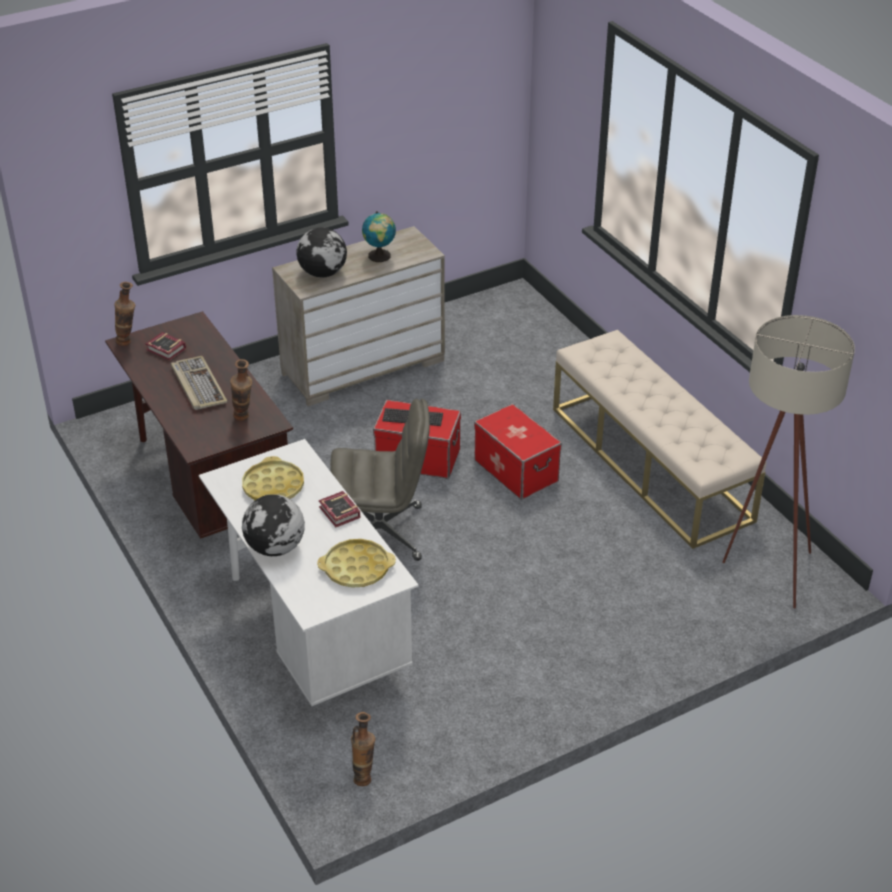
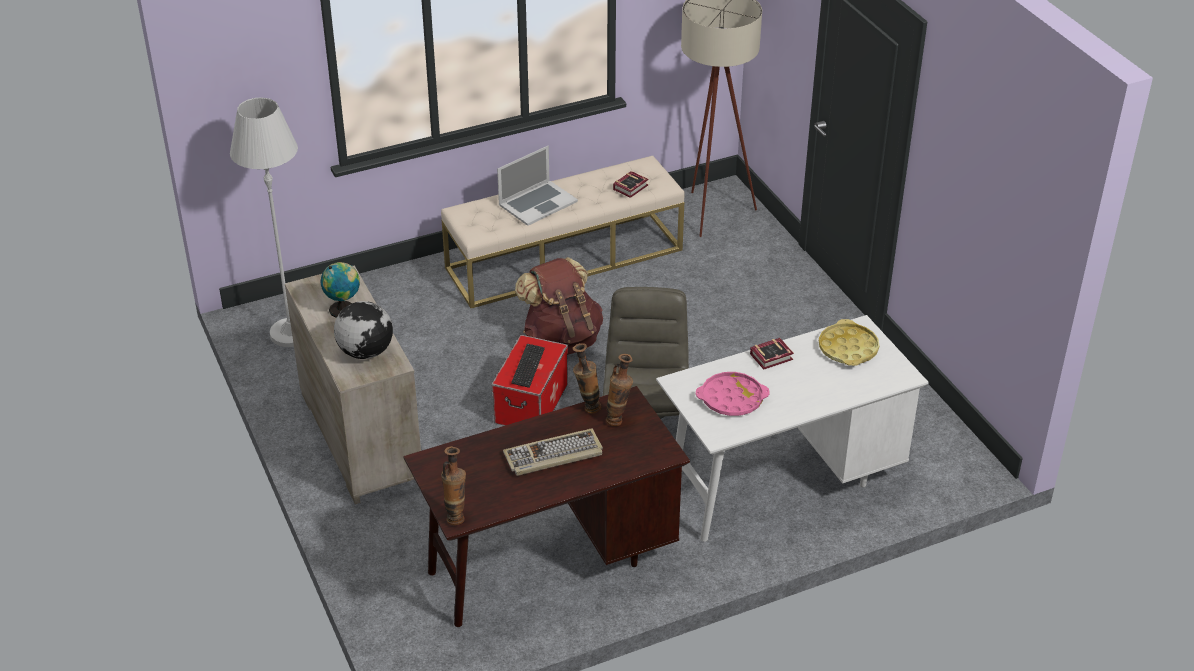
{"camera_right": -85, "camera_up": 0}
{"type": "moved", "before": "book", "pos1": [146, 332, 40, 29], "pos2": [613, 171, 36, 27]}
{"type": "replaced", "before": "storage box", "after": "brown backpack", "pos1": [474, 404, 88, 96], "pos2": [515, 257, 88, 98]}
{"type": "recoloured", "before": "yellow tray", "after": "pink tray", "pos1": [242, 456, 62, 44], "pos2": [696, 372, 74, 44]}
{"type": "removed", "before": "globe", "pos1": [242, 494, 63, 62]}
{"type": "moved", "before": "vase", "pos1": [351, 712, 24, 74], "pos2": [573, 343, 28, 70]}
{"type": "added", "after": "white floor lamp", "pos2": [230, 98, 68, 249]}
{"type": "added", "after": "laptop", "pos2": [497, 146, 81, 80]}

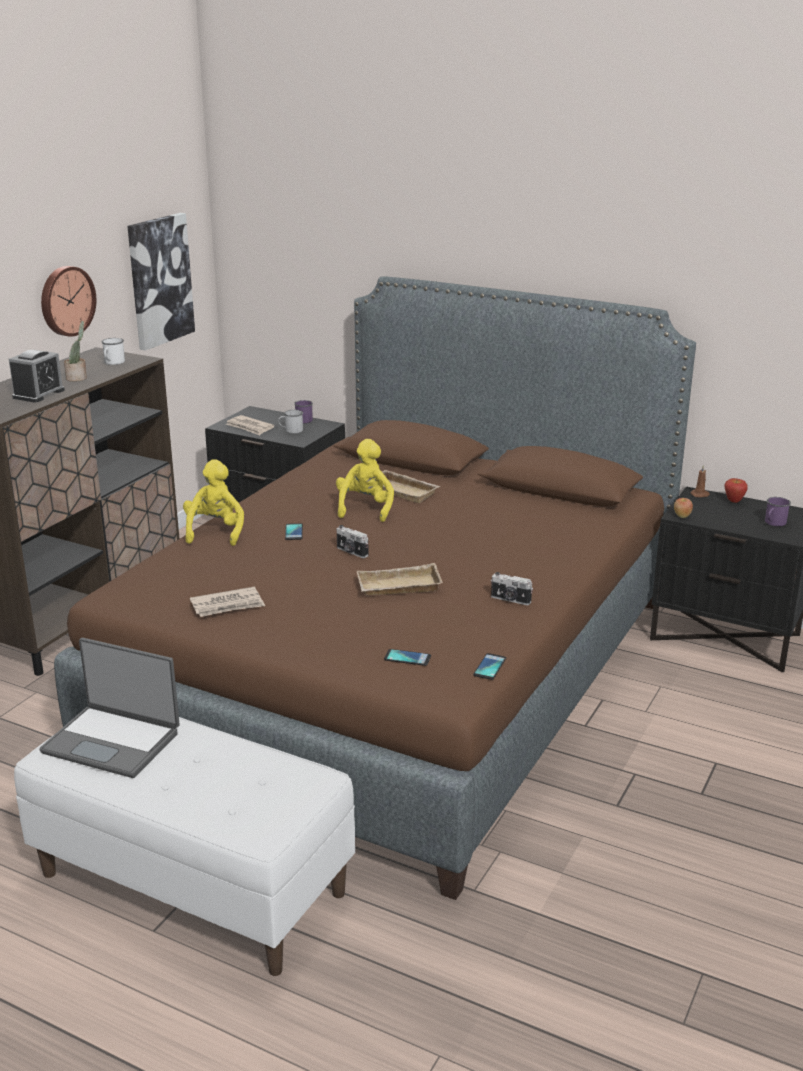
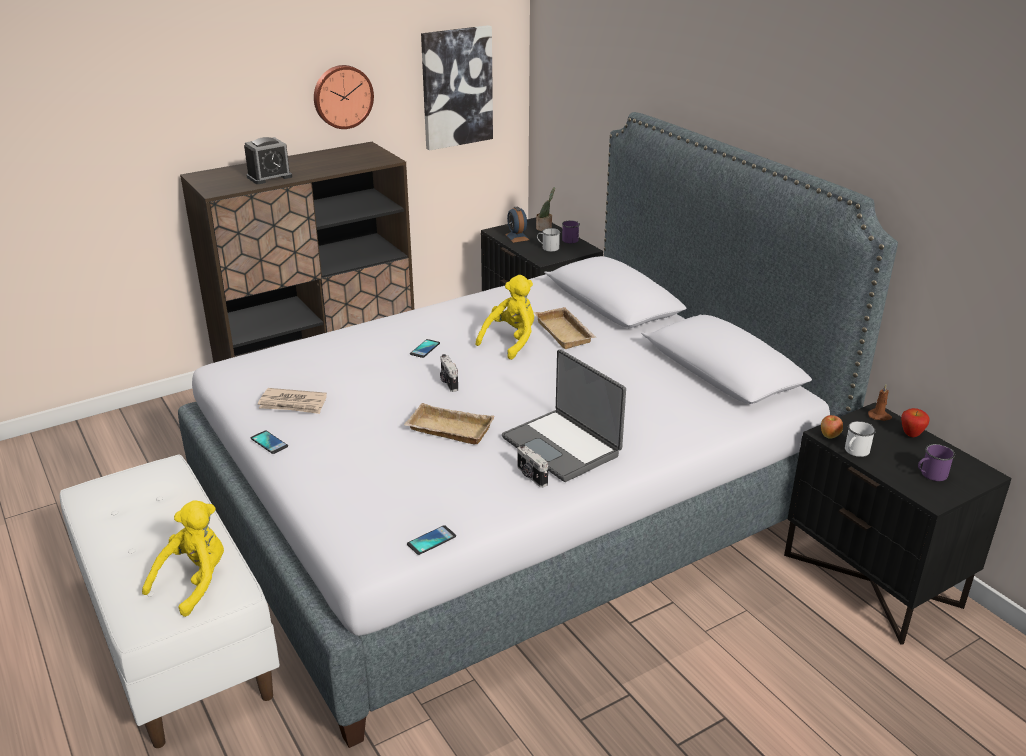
{"camera_right": 30, "camera_up": 5}
{"type": "recoloured", "before": "brown bed", "after": "grey bed", "pos1": [54, 277, 642, 623], "pos2": [178, 112, 720, 636]}
{"type": "moved", "before": "potted plant", "pos1": [64, 321, 23, 61], "pos2": [536, 187, 19, 44]}
{"type": "moved", "before": "white mug", "pos1": [101, 338, 24, 27], "pos2": [845, 421, 31, 36]}
{"type": "replaced", "before": "newspaper", "after": "alarm clock", "pos1": [226, 415, 48, 21], "pos2": [505, 207, 24, 36]}
{"type": "moved", "before": "yellow plush toy", "pos1": [183, 459, 61, 87], "pos2": [142, 501, 82, 116]}
{"type": "moved", "before": "laptop", "pos1": [40, 638, 140, 140], "pos2": [502, 349, 124, 133]}
{"type": "moved", "before": "phone", "pos1": [384, 649, 47, 17], "pos2": [251, 431, 37, 23]}

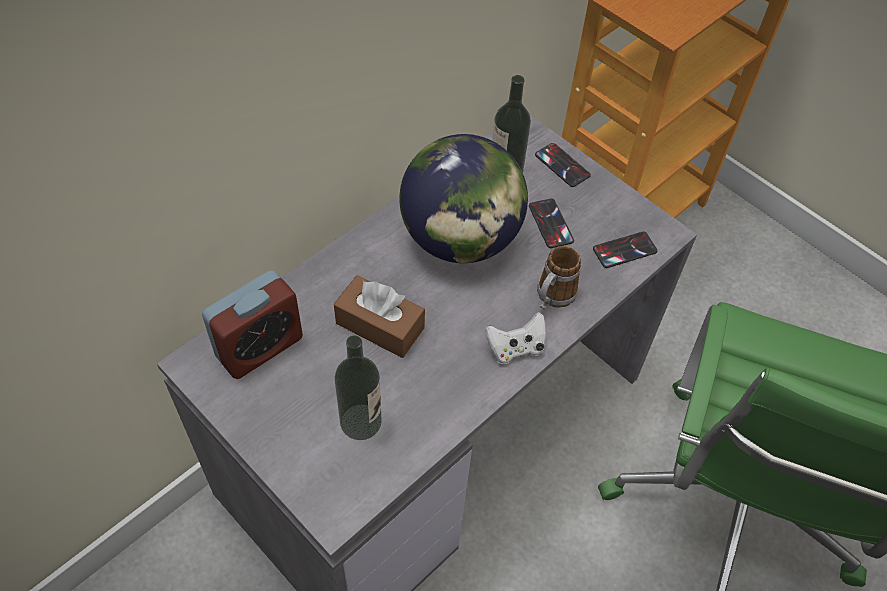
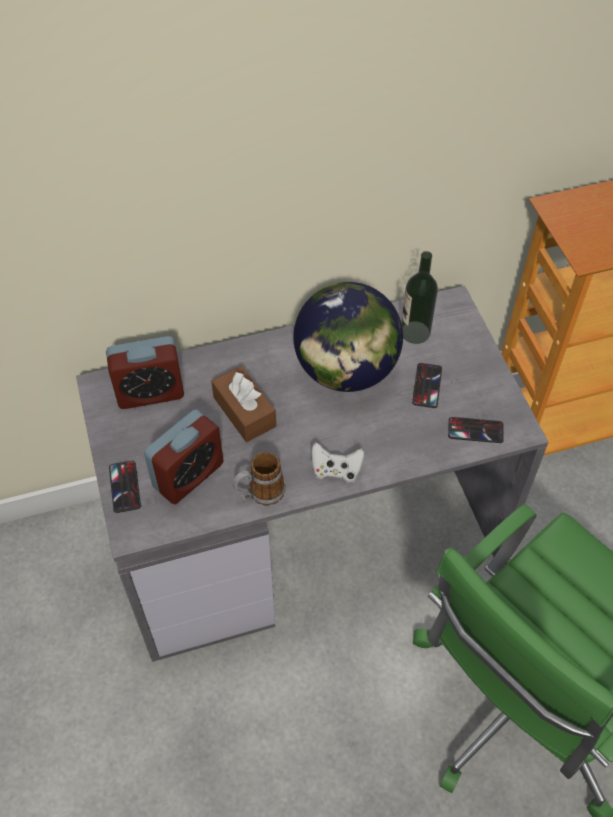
{"camera_right": 30, "camera_up": 0}
{"type": "moved", "before": "phone", "pos1": [535, 143, 56, 44], "pos2": [109, 461, 32, 52]}
{"type": "moved", "before": "mug", "pos1": [537, 246, 44, 64], "pos2": [233, 452, 52, 54]}
{"type": "replaced", "before": "bottle", "after": "alarm clock", "pos1": [335, 336, 47, 104], "pos2": [144, 409, 80, 95]}

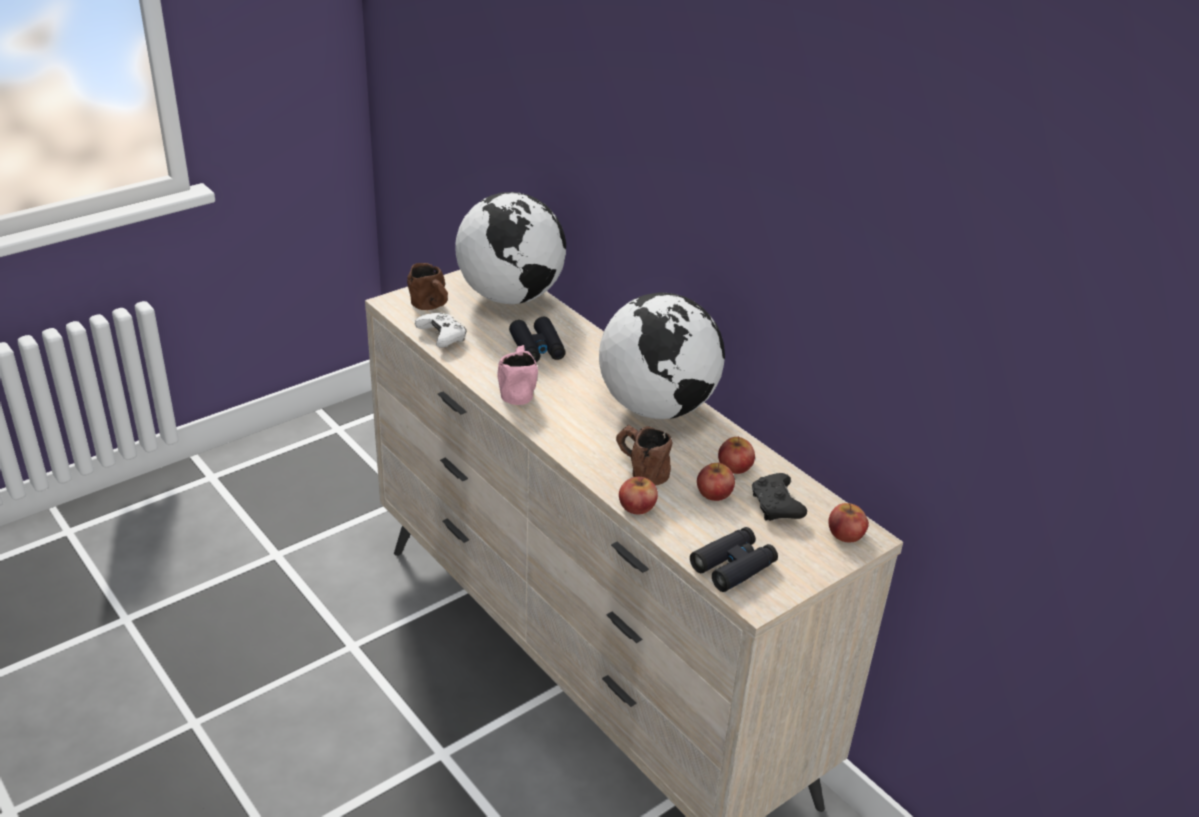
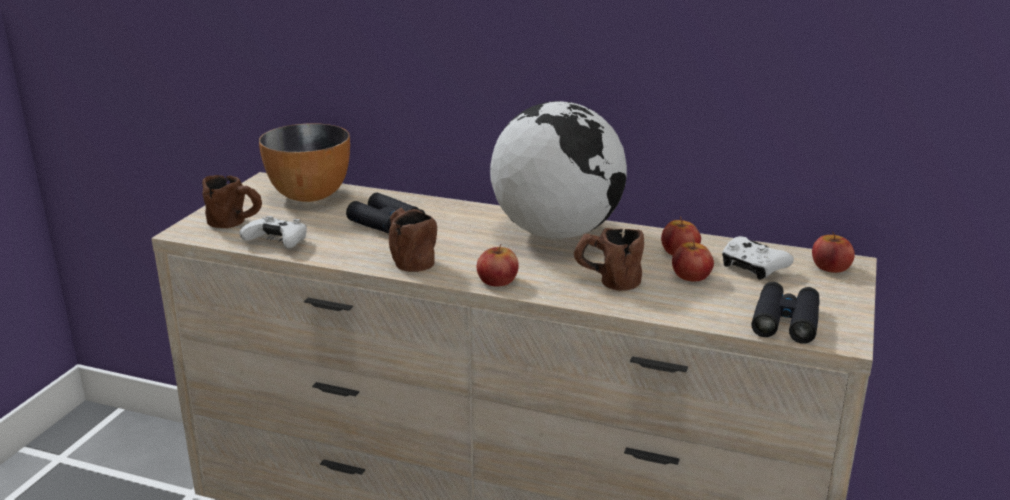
{"camera_right": -30, "camera_up": -10}
{"type": "replaced", "before": "globe", "after": "bowl", "pos1": [455, 192, 111, 112], "pos2": [259, 123, 91, 79]}
{"type": "recoloured", "before": "pink mug", "after": "brown mug", "pos1": [497, 345, 41, 60], "pos2": [389, 207, 48, 65]}
{"type": "recoloured", "before": "black game controller", "after": "white game controller", "pos1": [752, 473, 55, 48], "pos2": [722, 236, 72, 44]}
{"type": "moved", "before": "apple", "pos1": [619, 477, 39, 37], "pos2": [477, 244, 42, 42]}

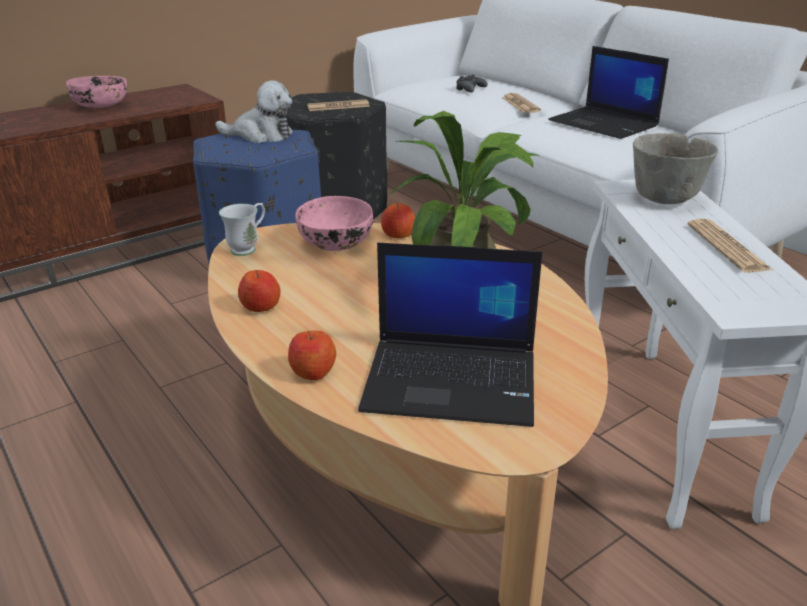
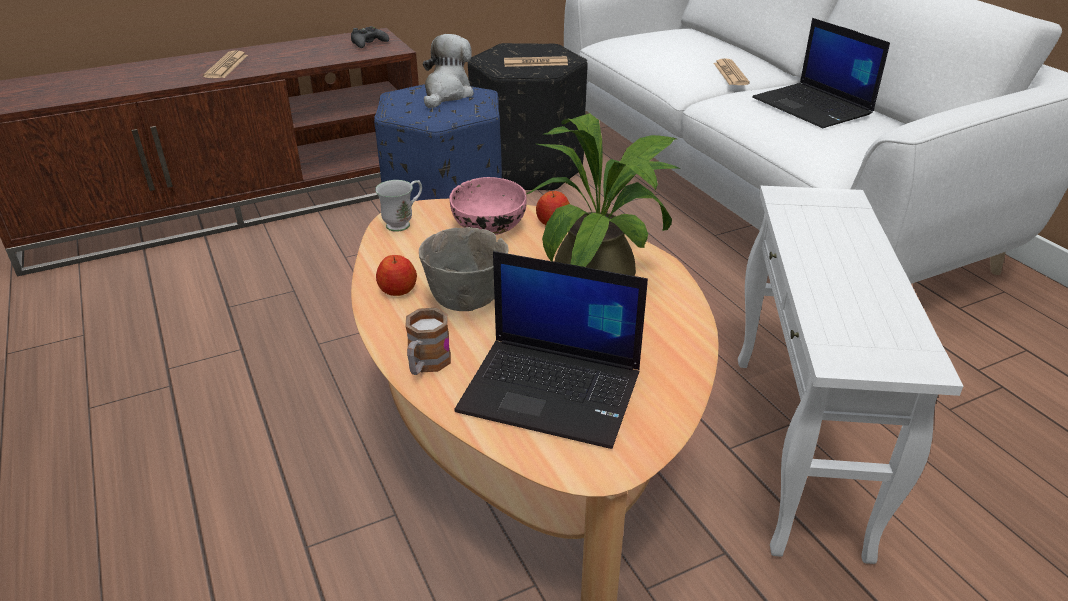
{"camera_right": 10, "camera_up": 5}
{"type": "moved", "before": "black game controller", "pos1": [456, 74, 32, 19], "pos2": [351, 26, 38, 22]}
{"type": "removed", "before": "pink bowl", "pos1": [66, 76, 61, 32]}
{"type": "turned", "before": "plush toy", "pos1": [215, 80, 78, 63], "pos2": [423, 34, 51, 74], "turn": -90}
{"type": "moved", "before": "grey bowl", "pos1": [633, 133, 85, 71], "pos2": [419, 227, 90, 84]}
{"type": "moved", "before": "newspaper", "pos1": [687, 219, 85, 54], "pos2": [203, 50, 45, 28]}
{"type": "replaced", "before": "apple", "after": "mug", "pos1": [288, 331, 48, 49], "pos2": [405, 308, 46, 67]}

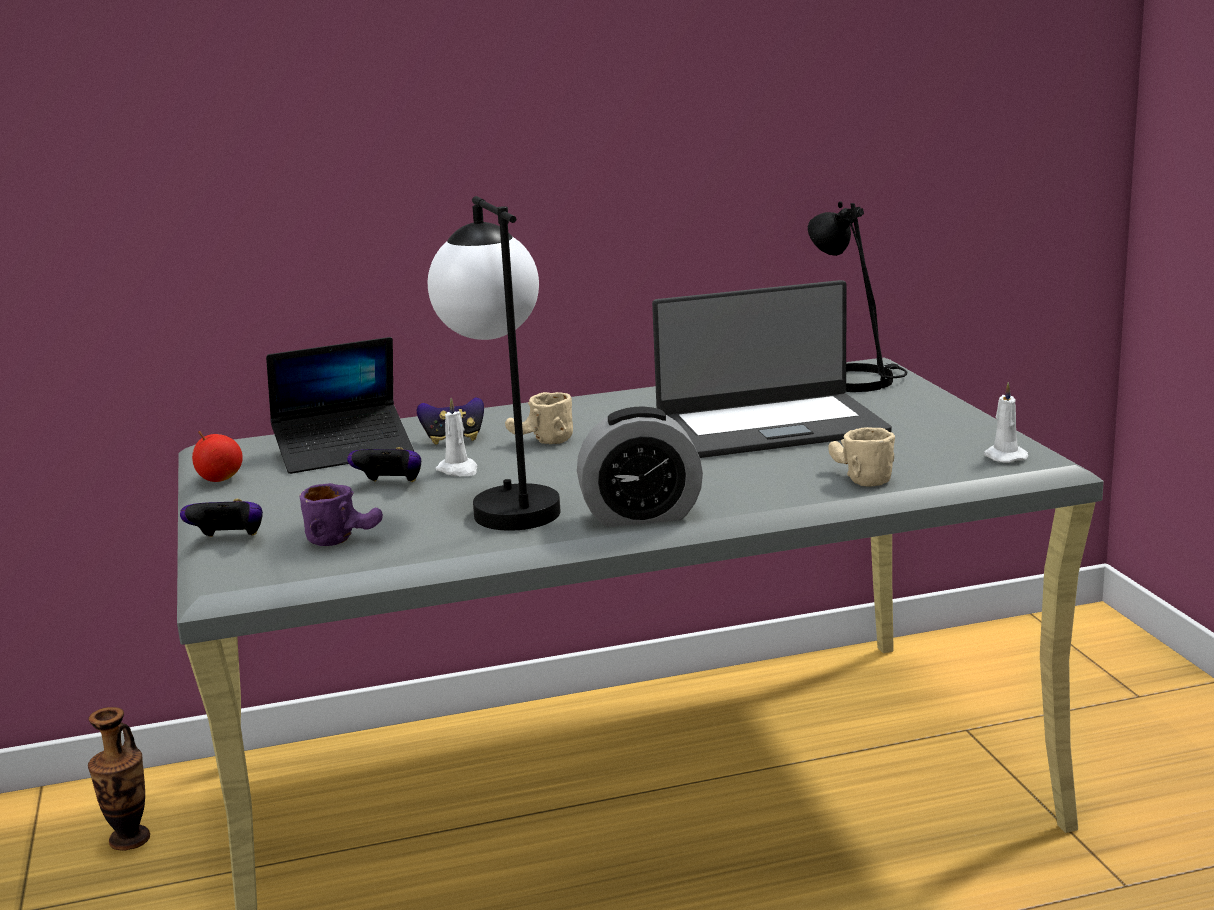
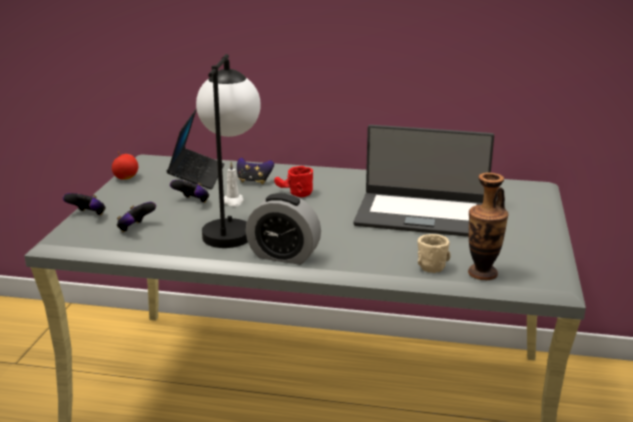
{"camera_right": 25, "camera_up": 5}
{"type": "removed", "before": "black table lamp", "pos1": [808, 201, 99, 191]}
{"type": "turned", "before": "laptop", "pos1": [266, 337, 148, 137], "pos2": [167, 109, 57, 80], "turn": -90}
{"type": "removed", "before": "white candle", "pos1": [984, 382, 44, 81]}
{"type": "recoloured", "before": "beige mug", "after": "red mug", "pos1": [505, 392, 68, 52], "pos2": [274, 166, 39, 31]}
{"type": "replaced", "before": "purple mug", "after": "game controller", "pos1": [300, 483, 83, 63], "pos2": [117, 202, 39, 30]}
{"type": "moved", "before": "vase", "pos1": [88, 707, 62, 144], "pos2": [468, 172, 41, 108]}

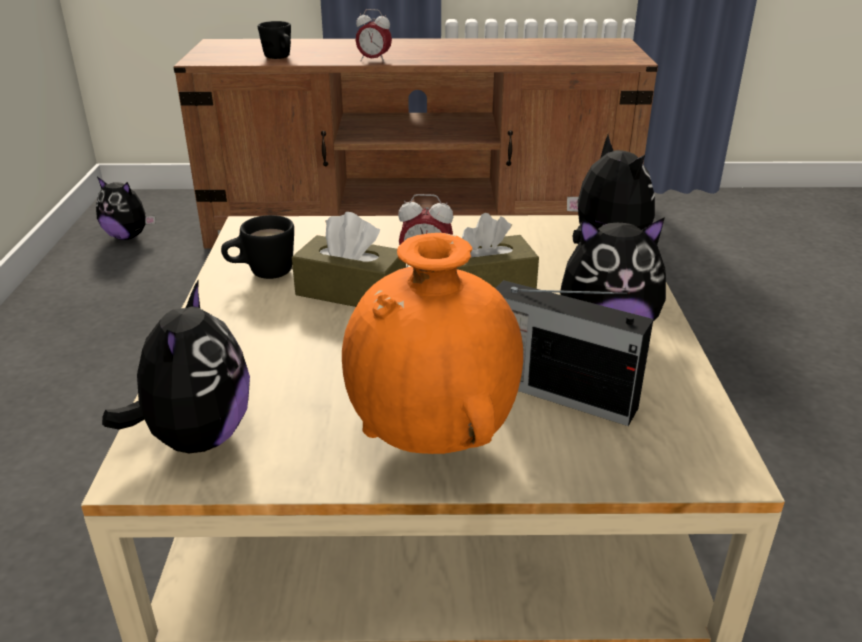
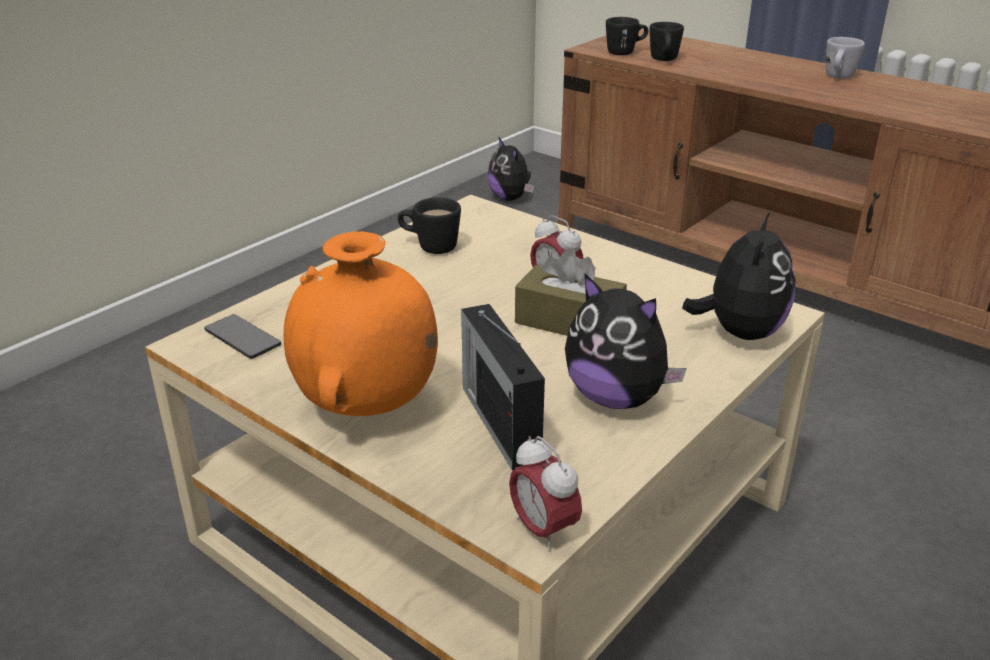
{"camera_right": 40, "camera_up": 0}
{"type": "moved", "before": "alarm clock", "pos1": [355, 9, 37, 54], "pos2": [509, 436, 73, 116]}
{"type": "removed", "before": "brown tissue box", "pos1": [292, 212, 114, 95]}
{"type": "replaced", "before": "plush toy", "after": "phone", "pos1": [102, 279, 148, 174], "pos2": [204, 314, 77, 45]}
{"type": "added", "after": "black mug", "pos2": [606, 17, 42, 38]}
{"type": "added", "after": "white mug", "pos2": [826, 37, 39, 41]}

